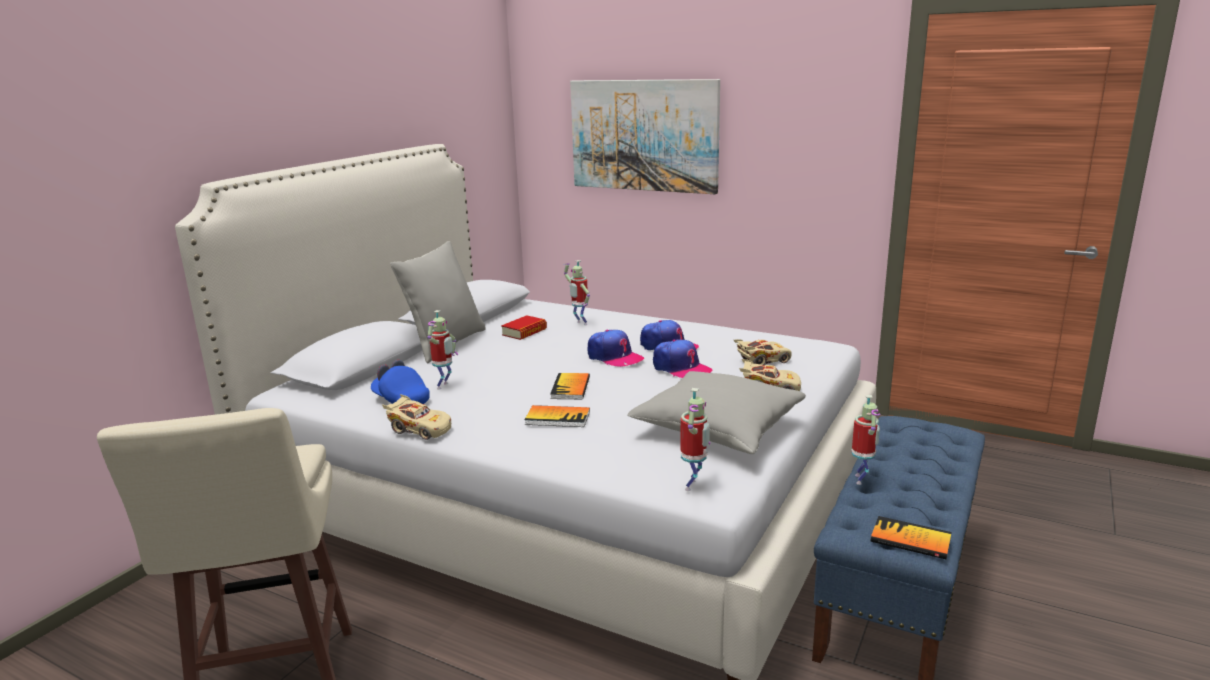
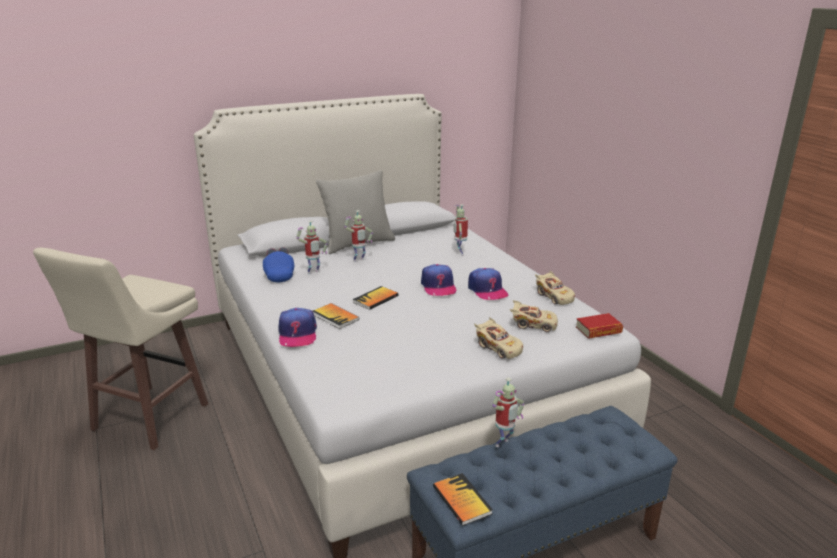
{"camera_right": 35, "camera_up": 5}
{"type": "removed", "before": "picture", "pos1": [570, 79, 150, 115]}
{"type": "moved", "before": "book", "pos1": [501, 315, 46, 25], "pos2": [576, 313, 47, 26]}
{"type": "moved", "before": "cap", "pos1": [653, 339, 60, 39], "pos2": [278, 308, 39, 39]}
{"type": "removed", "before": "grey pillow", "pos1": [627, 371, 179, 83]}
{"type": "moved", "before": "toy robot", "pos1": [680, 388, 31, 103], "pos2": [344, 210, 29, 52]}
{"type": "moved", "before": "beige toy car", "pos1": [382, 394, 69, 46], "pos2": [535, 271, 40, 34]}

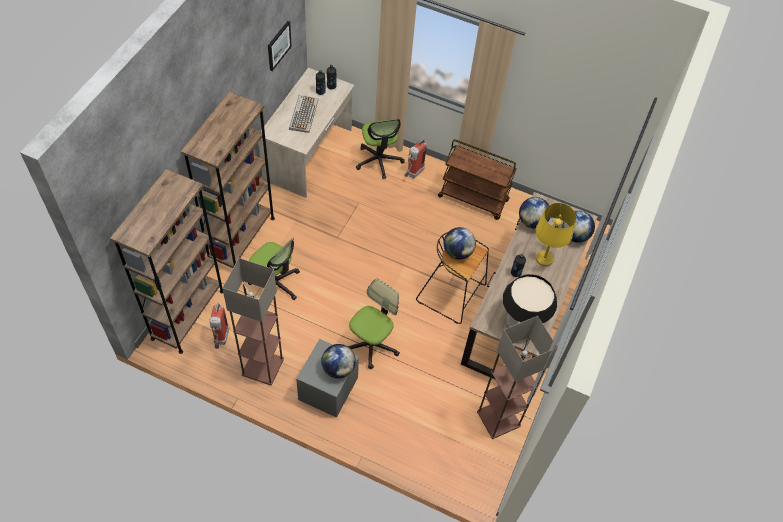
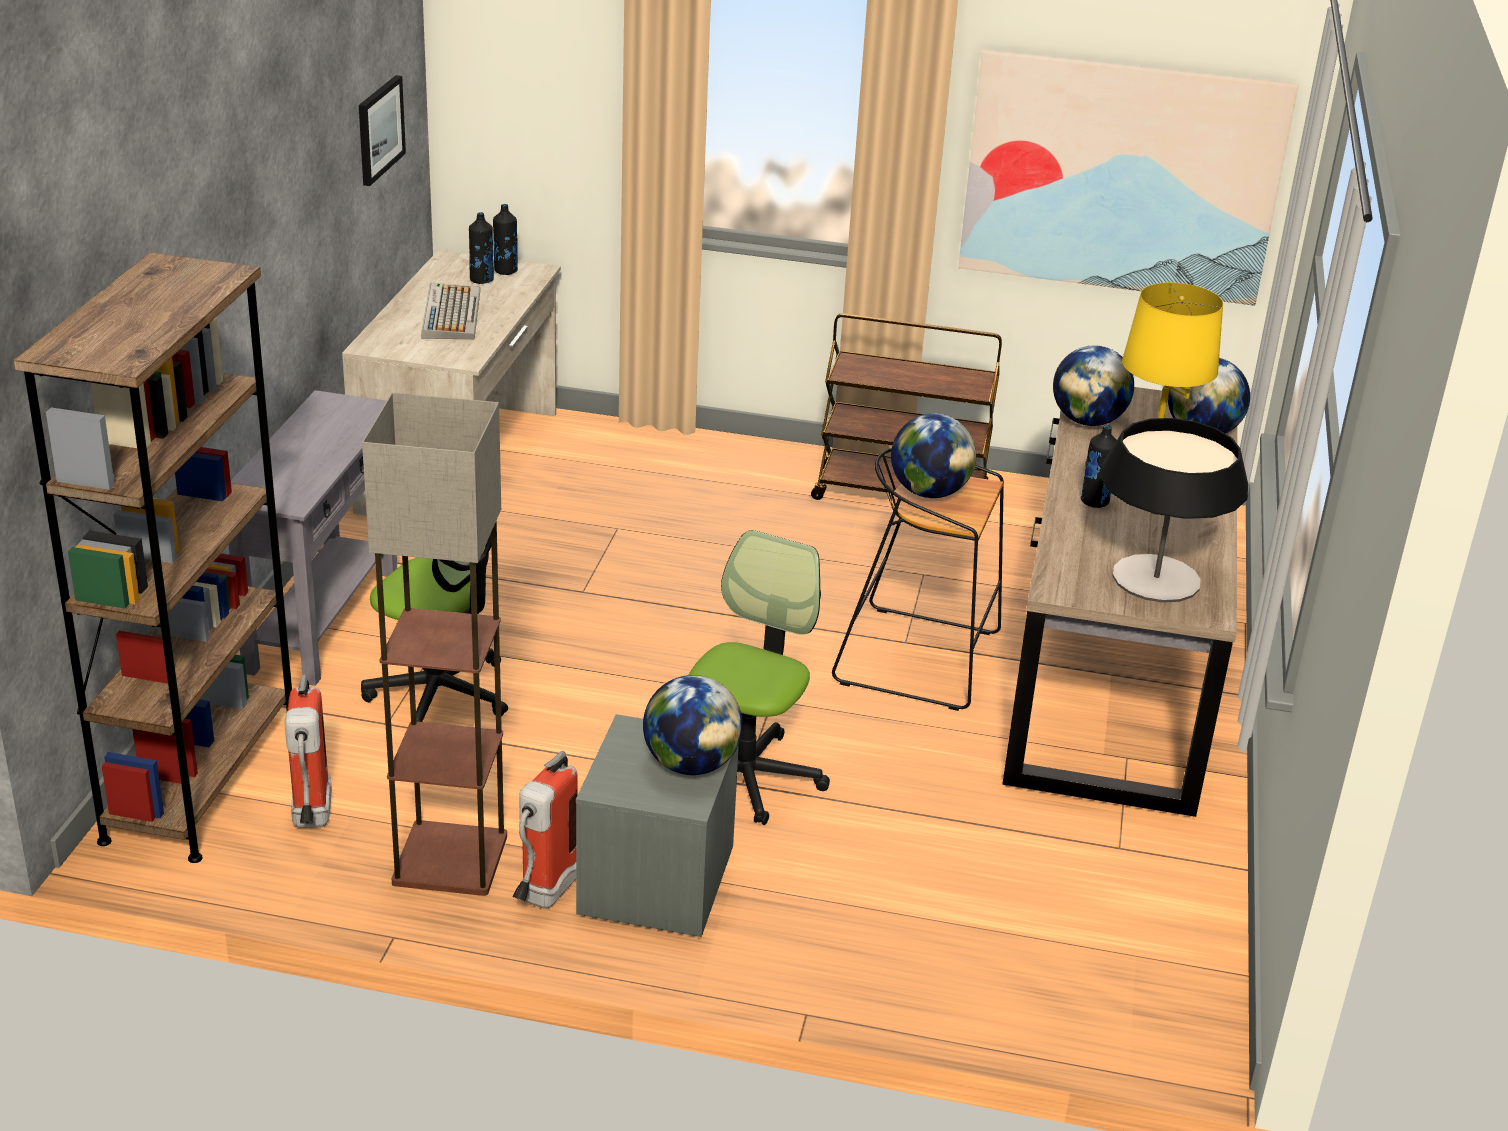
{"camera_right": -10, "camera_up": -25}
{"type": "replaced", "before": "brown bookcase", "after": "grey console table", "pos1": [181, 91, 94, 177], "pos2": [229, 390, 168, 296]}
{"type": "removed", "before": "office chair", "pos1": [356, 119, 49, 60]}
{"type": "moved", "before": "fire extinguisher", "pos1": [404, 139, 23, 39], "pos2": [513, 751, 65, 158]}
{"type": "removed", "before": "floor lamp", "pos1": [477, 316, 81, 123]}
{"type": "added", "after": "picture", "pos2": [958, 50, 340, 256]}

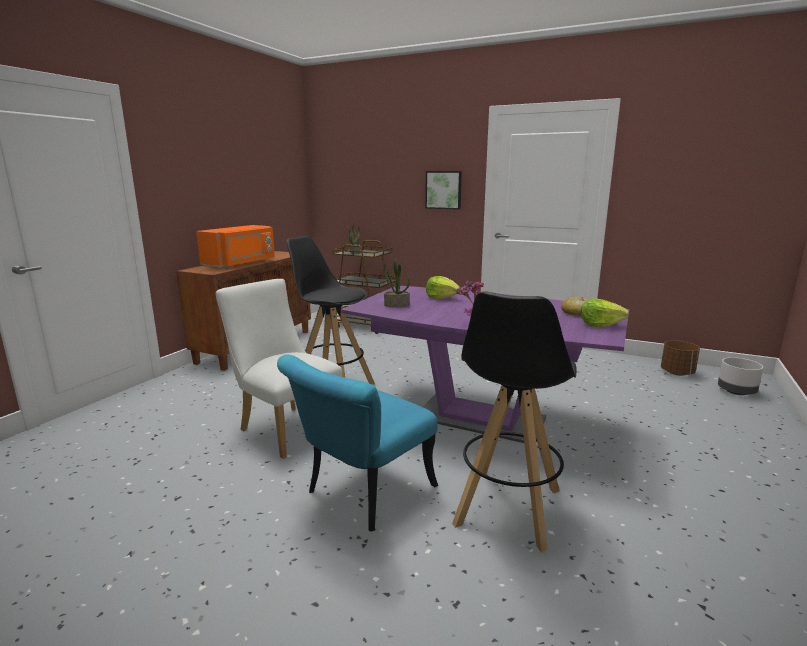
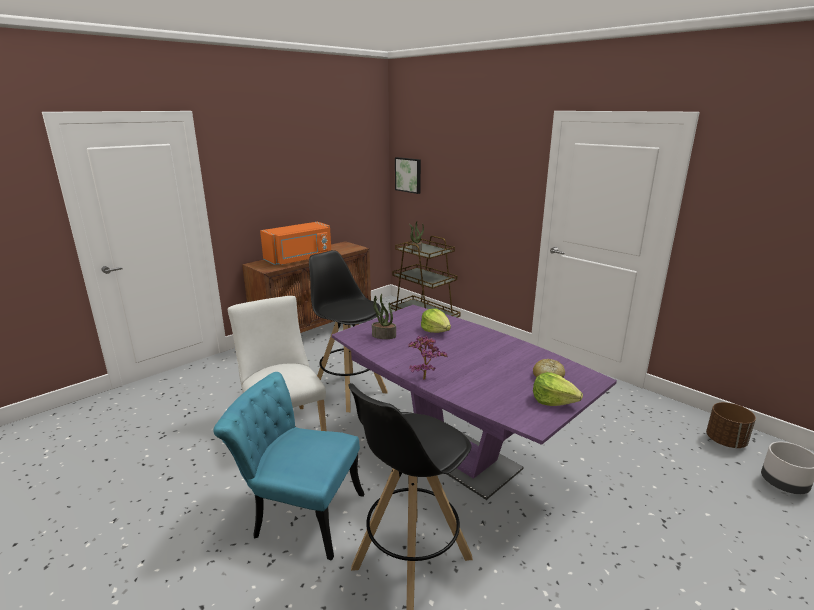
{"camera_right": 20, "camera_up": 5}
{"type": "moved", "before": "picture", "pos1": [425, 171, 37, 39], "pos2": [395, 157, 26, 37]}
{"type": "turned", "before": "turquoise chair", "pos1": [277, 355, 161, 176], "pos2": [213, 372, 151, 188], "turn": 45}

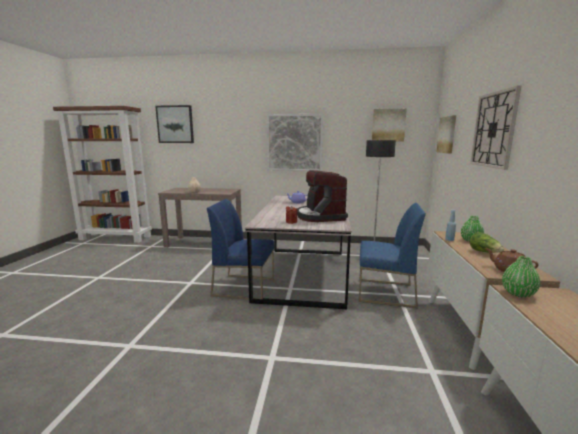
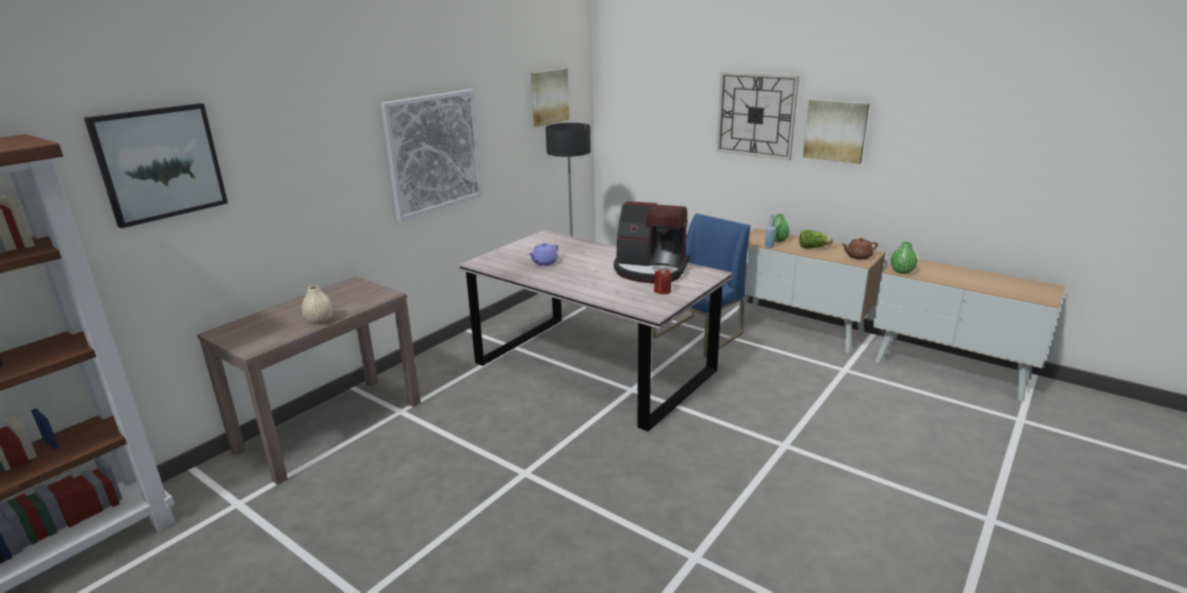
{"camera_right": -60, "camera_up": 10}
{"type": "moved", "before": "picture", "pos1": [437, 115, 19, 39], "pos2": [803, 99, 67, 65]}
{"type": "removed", "before": "blue chair", "pos1": [207, 199, 67, 101]}

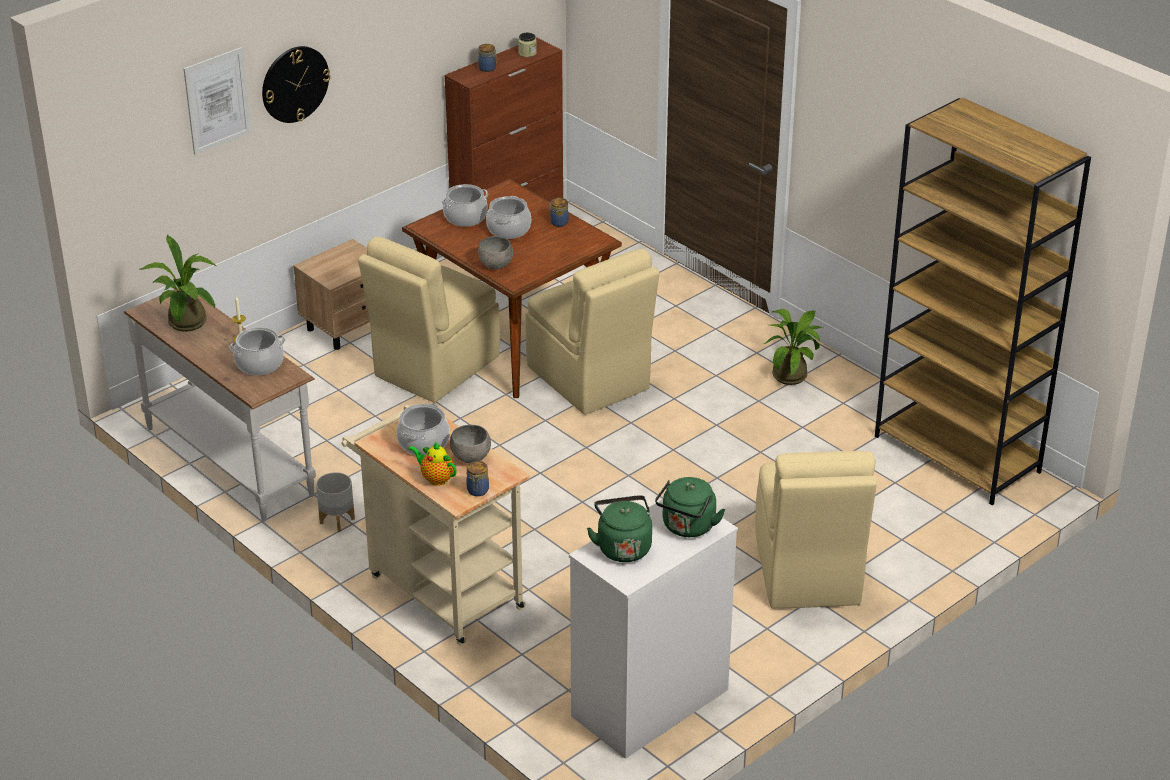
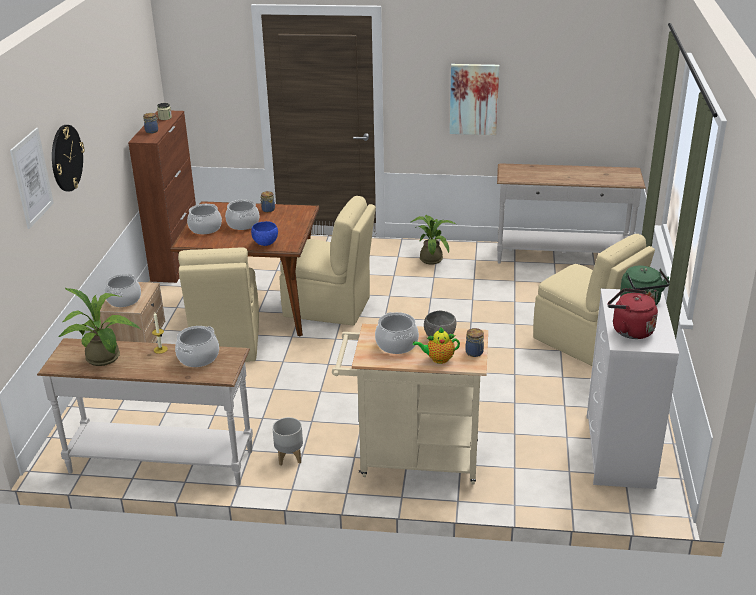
{"camera_right": -40, "camera_up": -5}
{"type": "replaced", "before": "brown bookcase", "after": "white console table", "pos1": [875, 98, 216, 407], "pos2": [497, 163, 149, 101]}
{"type": "recoloured", "before": "grey bowl", "after": "blue bowl", "pos1": [478, 236, 35, 33], "pos2": [251, 221, 27, 25]}
{"type": "recoloured", "before": "green kettle", "after": "red kettle", "pos1": [587, 495, 65, 67], "pos2": [607, 288, 51, 51]}
{"type": "added", "after": "picture", "pos2": [450, 64, 49, 71]}
{"type": "added", "after": "cooking pot", "pos2": [104, 274, 37, 33]}

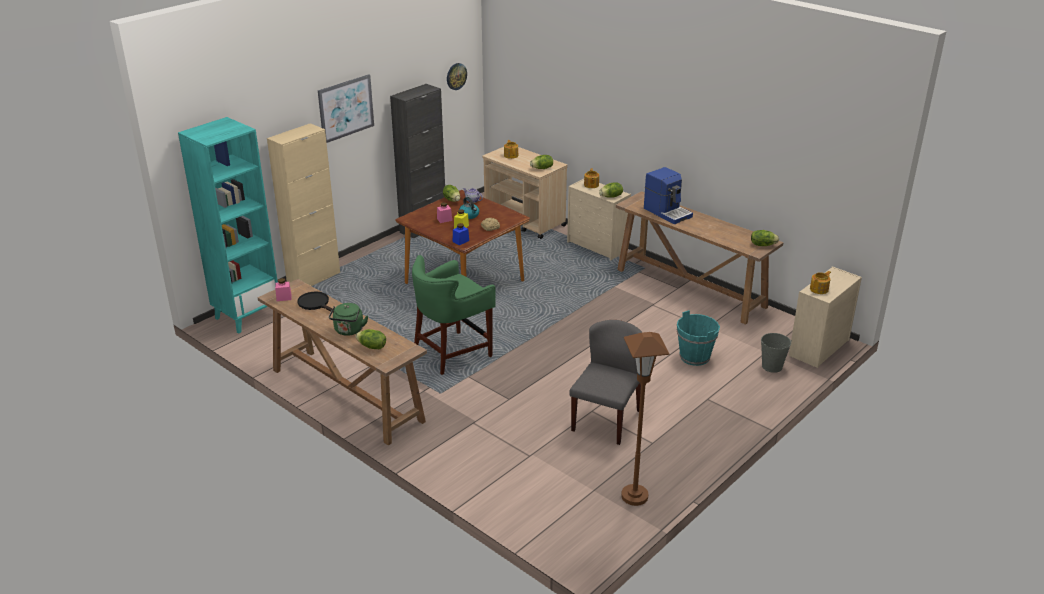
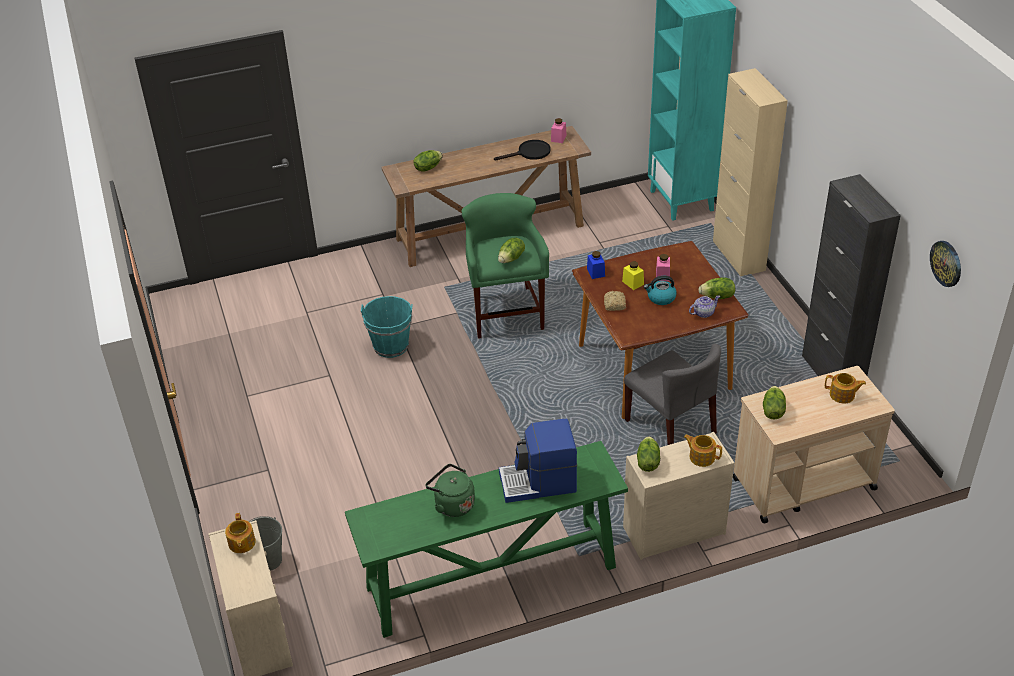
{"camera_right": 120, "camera_up": 10}
{"type": "removed", "before": "picture", "pos1": [318, 74, 56, 69]}
{"type": "recoloured", "before": "brown console table", "after": "green console table", "pos1": [616, 191, 168, 134], "pos2": [345, 441, 283, 197]}
{"type": "moved", "before": "lettuce", "pos1": [751, 230, 28, 16], "pos2": [498, 238, 27, 25]}
{"type": "moved", "before": "green kettle", "pos1": [329, 303, 39, 33], "pos2": [426, 464, 49, 53]}
{"type": "moved", "before": "turquoise bucket", "pos1": [677, 310, 43, 56], "pos2": [361, 296, 52, 62]}
{"type": "moved", "before": "grey chair", "pos1": [569, 320, 74, 125], "pos2": [624, 344, 97, 101]}
{"type": "removed", "before": "brown floor lamp", "pos1": [621, 332, 48, 174]}

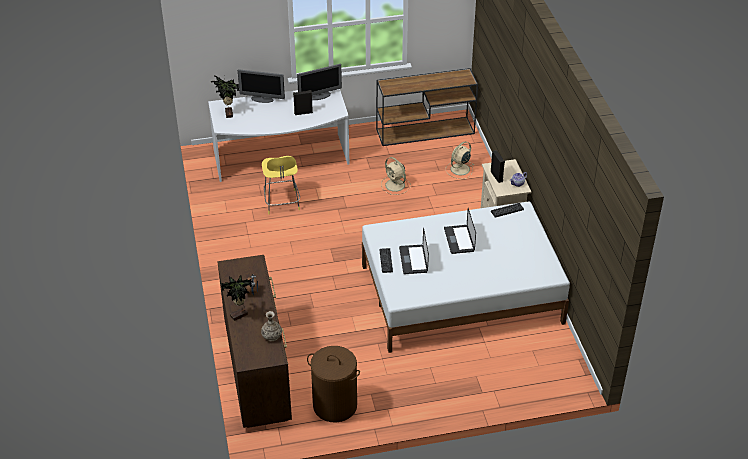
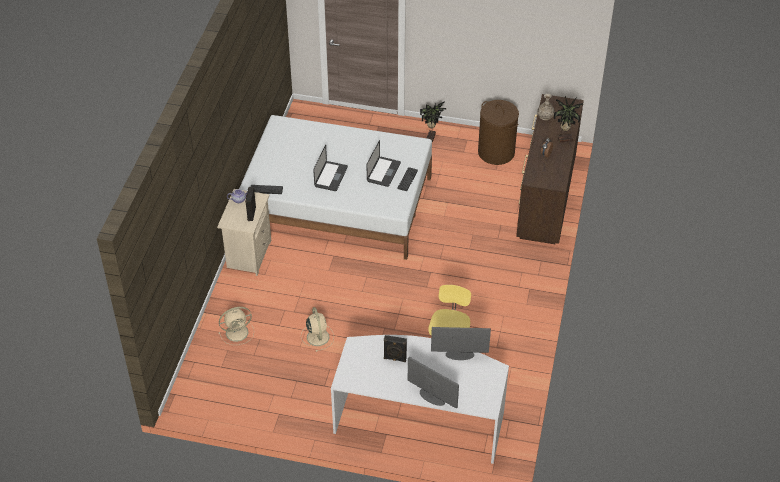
{"camera_right": -155, "camera_up": 5}
{"type": "moved", "before": "monitor", "pos1": [297, 64, 45, 36], "pos2": [431, 327, 60, 33]}
{"type": "removed", "before": "brown console table", "pos1": [376, 68, 102, 78]}
{"type": "moved", "before": "potted plant", "pos1": [211, 75, 28, 43], "pos2": [420, 101, 26, 41]}

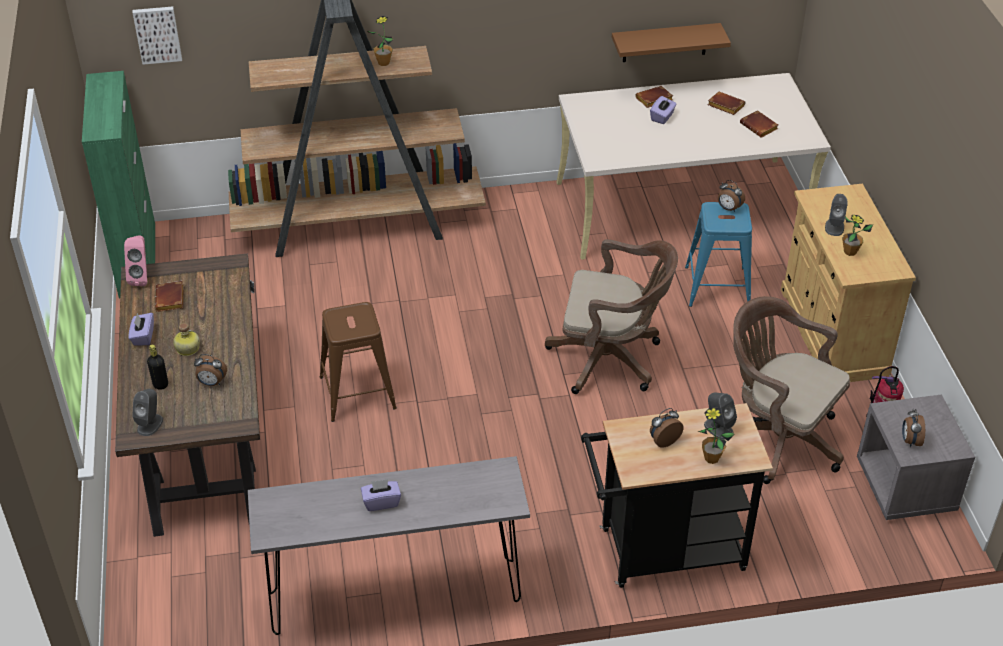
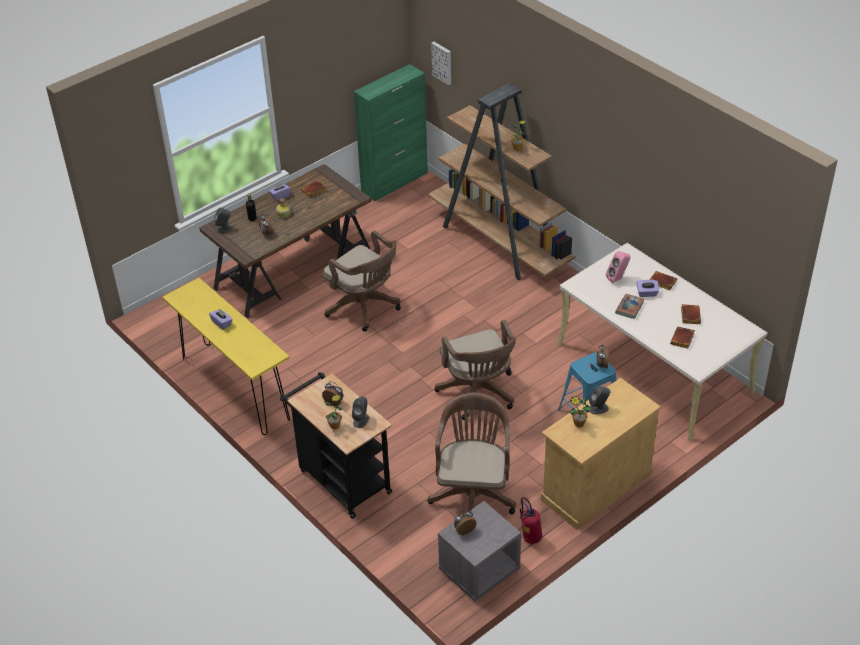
{"camera_right": 60, "camera_up": 0}
{"type": "removed", "before": "brown shelf", "pos1": [612, 23, 119, 39]}
{"type": "moved", "before": "pink speaker", "pos1": [124, 235, 23, 51], "pos2": [606, 251, 25, 32]}
{"type": "replaced", "before": "brown stool", "after": "brown office chair", "pos1": [320, 302, 77, 120], "pos2": [323, 230, 78, 101]}
{"type": "recoloured", "before": "grey console table", "after": "yellow console table", "pos1": [248, 456, 282, 179], "pos2": [162, 278, 128, 157]}
{"type": "added", "after": "book", "pos2": [615, 294, 30, 25]}

